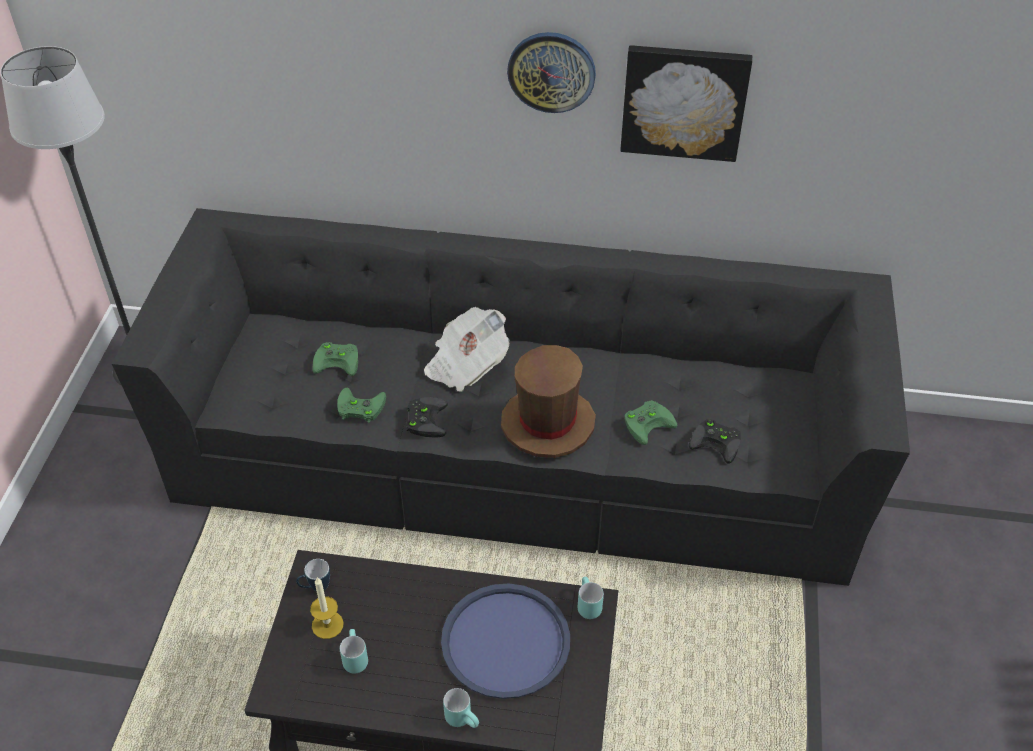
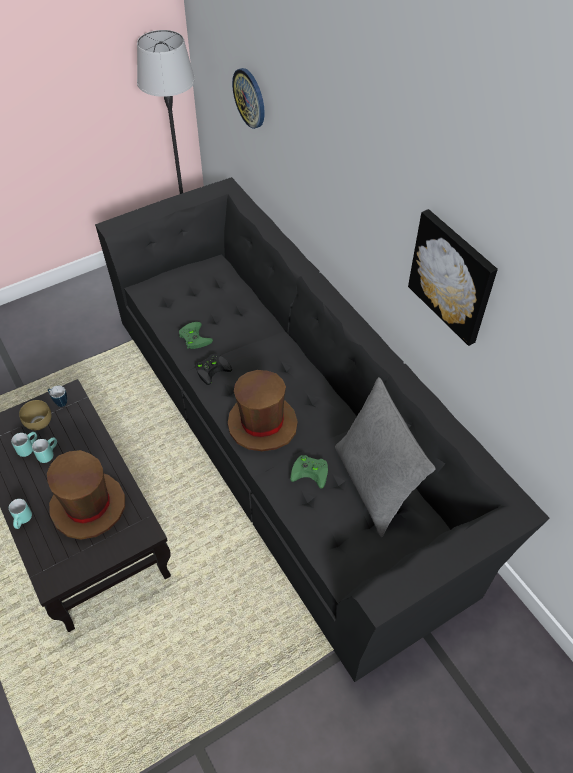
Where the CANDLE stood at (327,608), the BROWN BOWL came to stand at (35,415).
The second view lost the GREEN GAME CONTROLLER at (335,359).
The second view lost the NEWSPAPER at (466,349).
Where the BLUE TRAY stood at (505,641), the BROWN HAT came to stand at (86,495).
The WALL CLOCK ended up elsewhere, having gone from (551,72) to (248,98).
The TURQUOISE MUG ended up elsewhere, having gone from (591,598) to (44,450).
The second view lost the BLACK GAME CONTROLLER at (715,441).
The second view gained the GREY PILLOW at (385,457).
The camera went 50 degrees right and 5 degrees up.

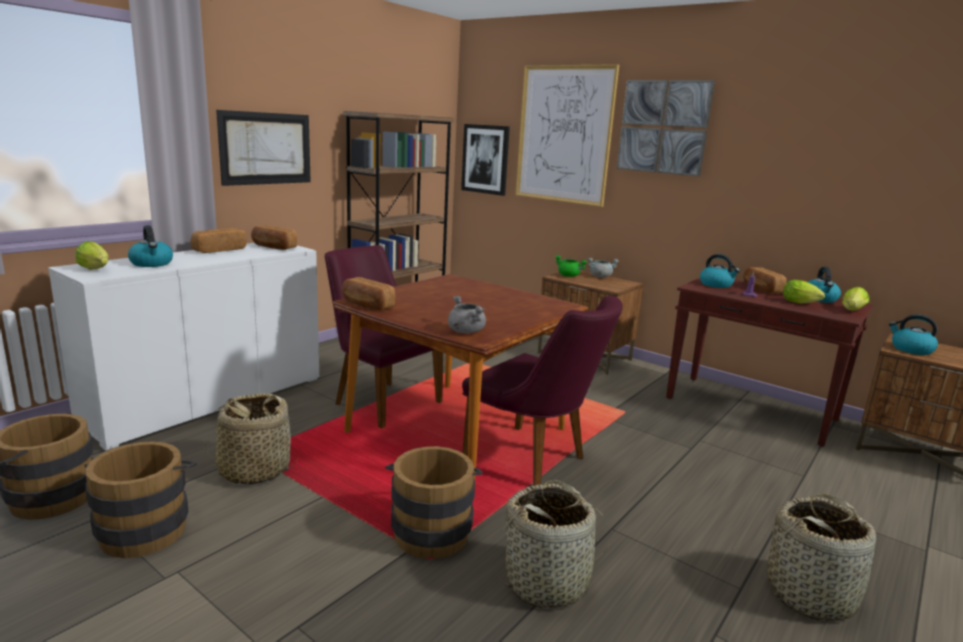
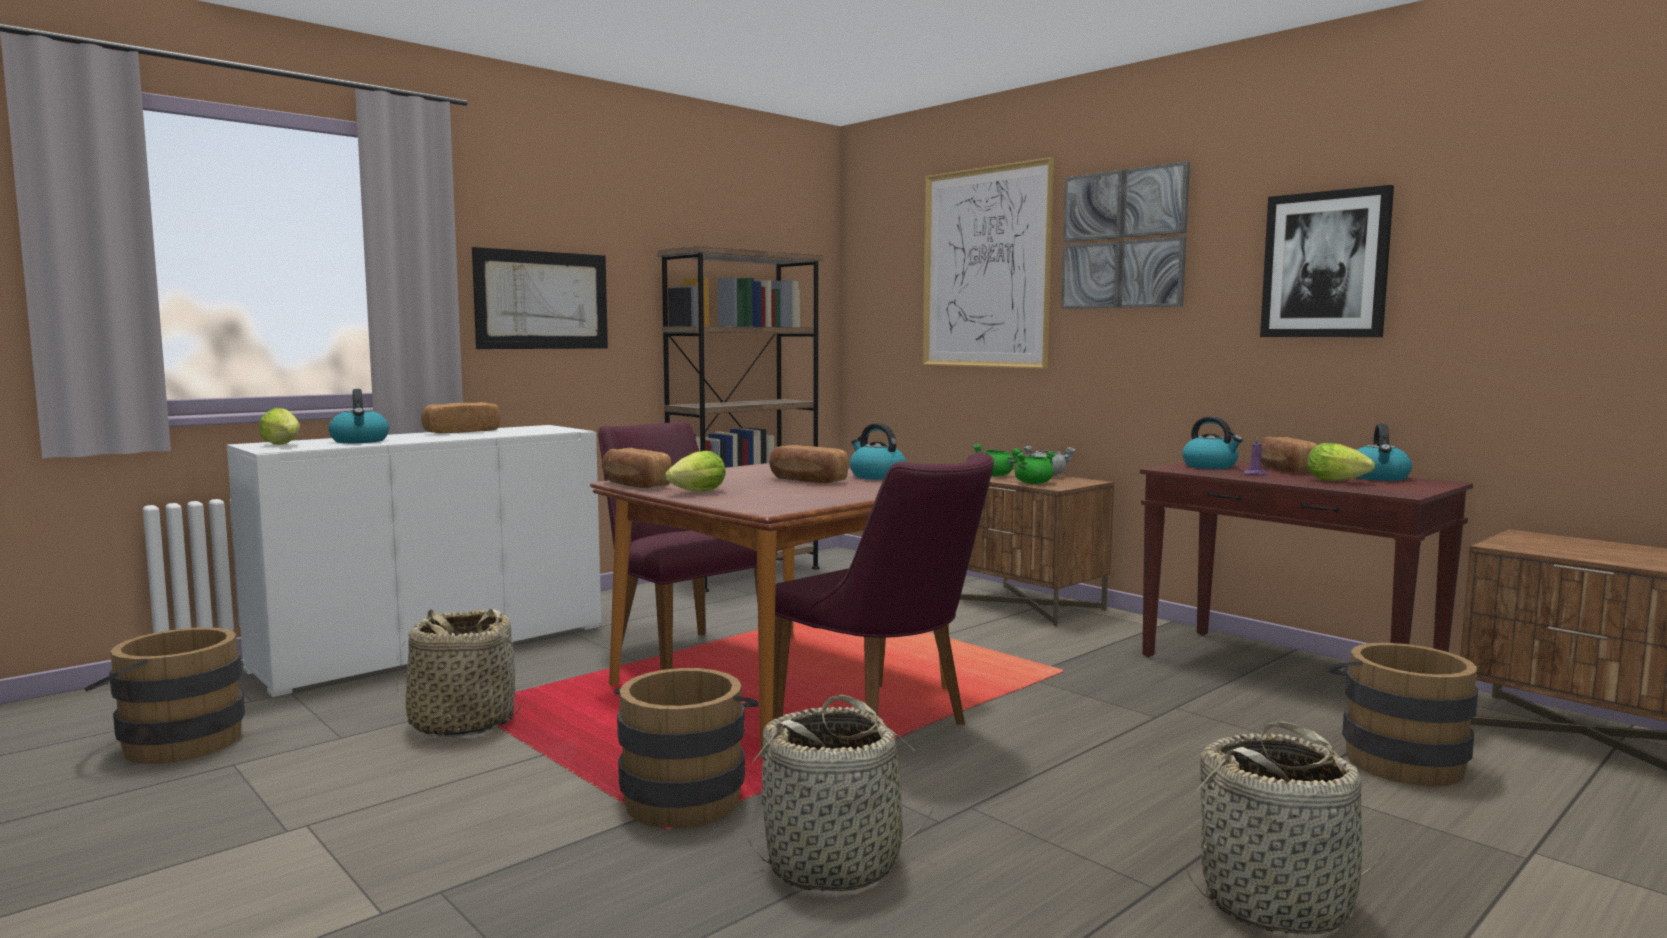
The BROWN BUCKET ended up elsewhere, having gone from (140,499) to (1402,715).
The BREAD ended up elsewhere, having gone from (274,237) to (808,464).
The second view lost the GREY COOKING POT at (467,315).
The PICTURE ended up elsewhere, having gone from (485,160) to (1327,261).
The LETTUCE ended up elsewhere, having gone from (855,299) to (695,471).
The KETTLE ended up elsewhere, having gone from (913,334) to (878,451).
The second view gained the GREEN COOKING POT at (1035,467).
The camera went 10 degrees right and 10 degrees down.

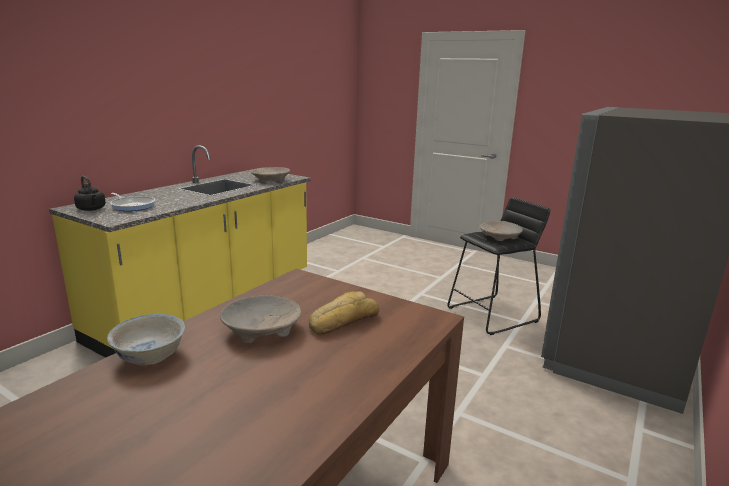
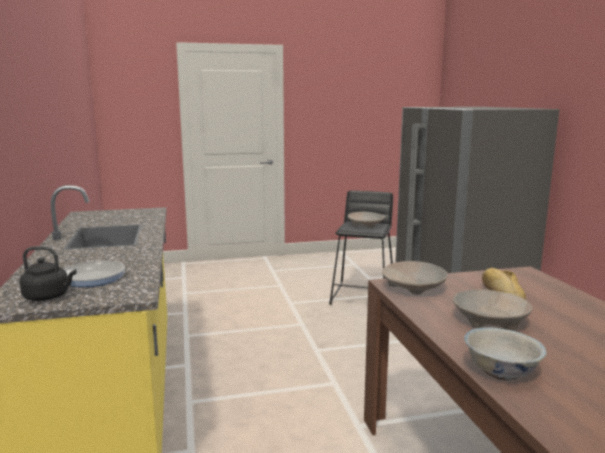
The BEIGE BOWL ended up elsewhere, having gone from (270,174) to (415,278).
The camera went 45 degrees left and 5 degrees down.

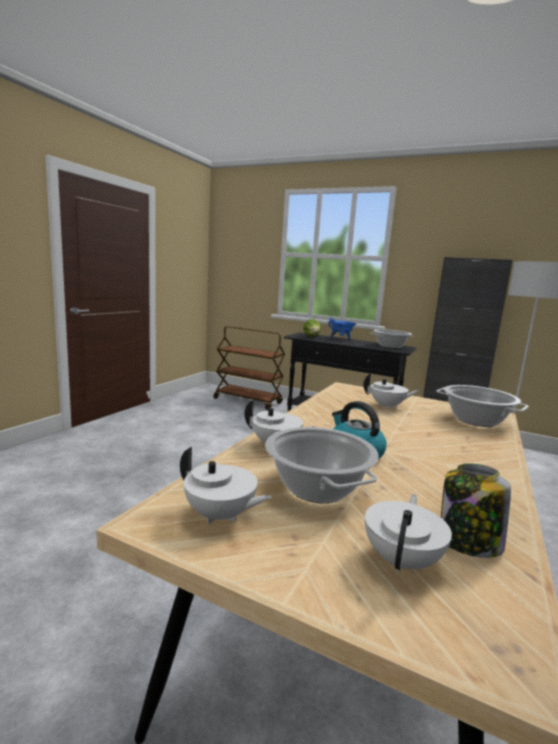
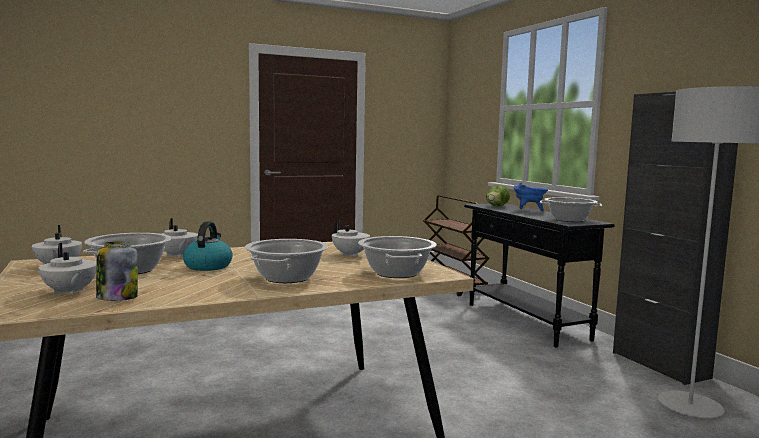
The WHITE TEAPOT at (408,534) ended up facing another way, 75 degrees clockwise from before.
The second view gained the COOKING POT at (286,261).
The camera went 40 degrees right and 5 degrees down.

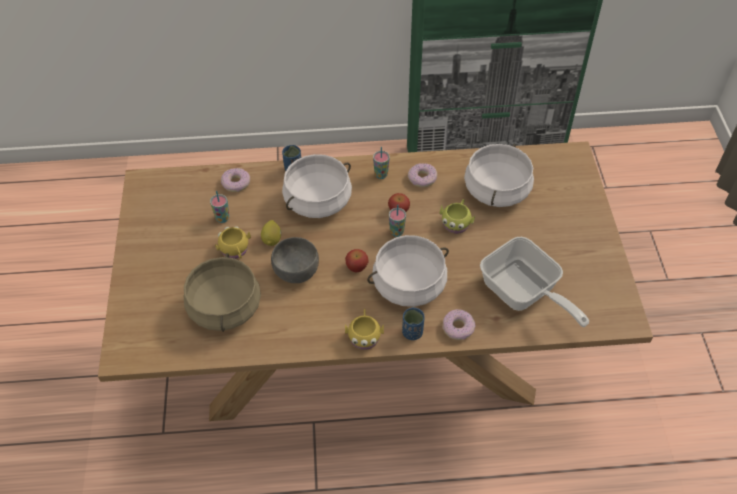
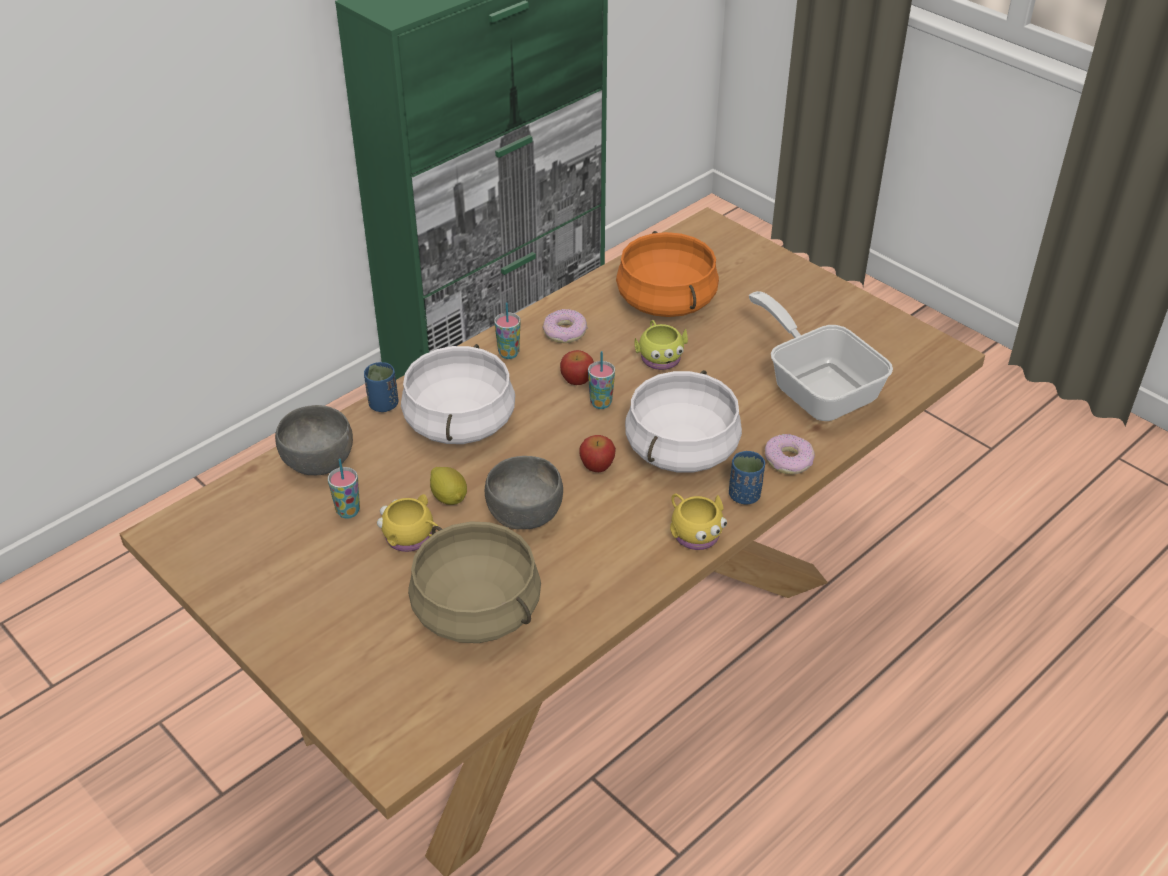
Where the DONUT stood at (235,180), the GREY BOWL came to stand at (314,440).
What was the WHITE COOKING POT at (499,175) turned into the ORANGE COOKING POT at (667,274).
The FRYING PAN at (534,282) ended up facing another way, 135 degrees counterclockwise from before.
The camera went 40 degrees left and 10 degrees down.

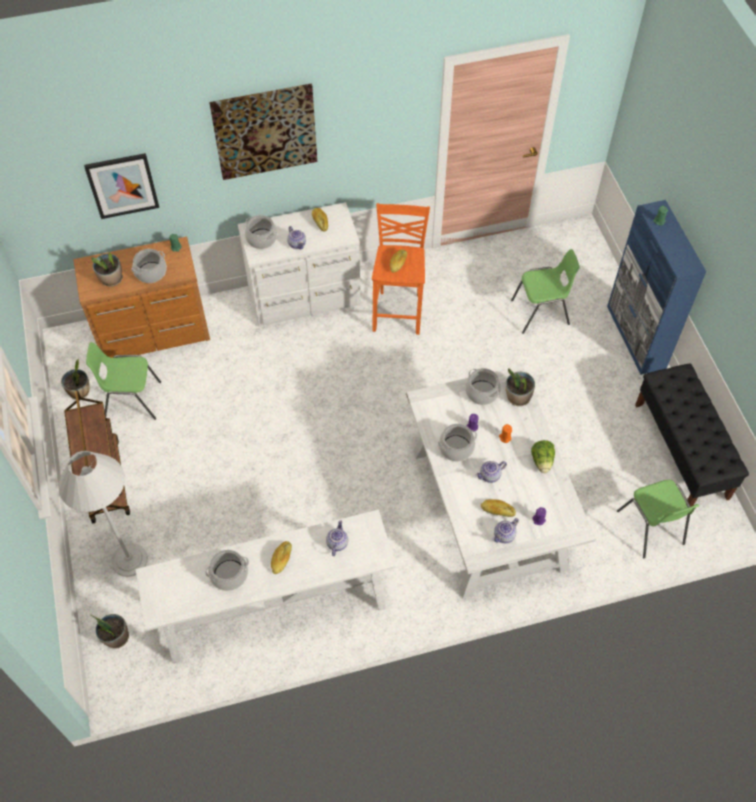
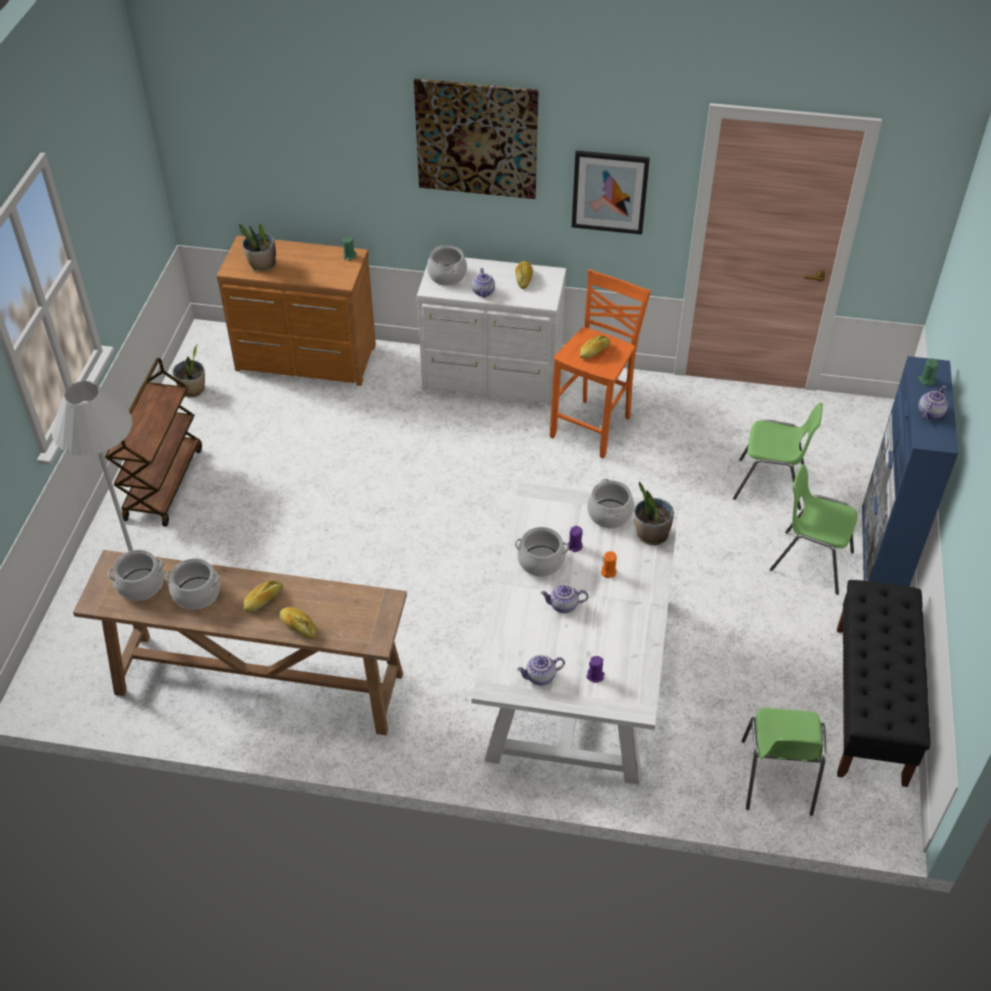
The PICTURE ended up elsewhere, having gone from (121,186) to (611,192).
The GREEN CHAIR ended up elsewhere, having gone from (123,381) to (814,529).
The second view lost the POTTED PLANT at (110,631).
The COOKING POT ended up elsewhere, having gone from (149,266) to (136,575).
What was the WHITE CONSOLE TABLE at (266,587) turned into the BROWN CONSOLE TABLE at (240,642).
The TEAPOT ended up elsewhere, having gone from (337,538) to (933,402).
The BREAD ended up elsewhere, having gone from (498,508) to (298,623).
The second view lost the LETTUCE at (543,456).
The camera went 25 degrees right and 10 degrees down.

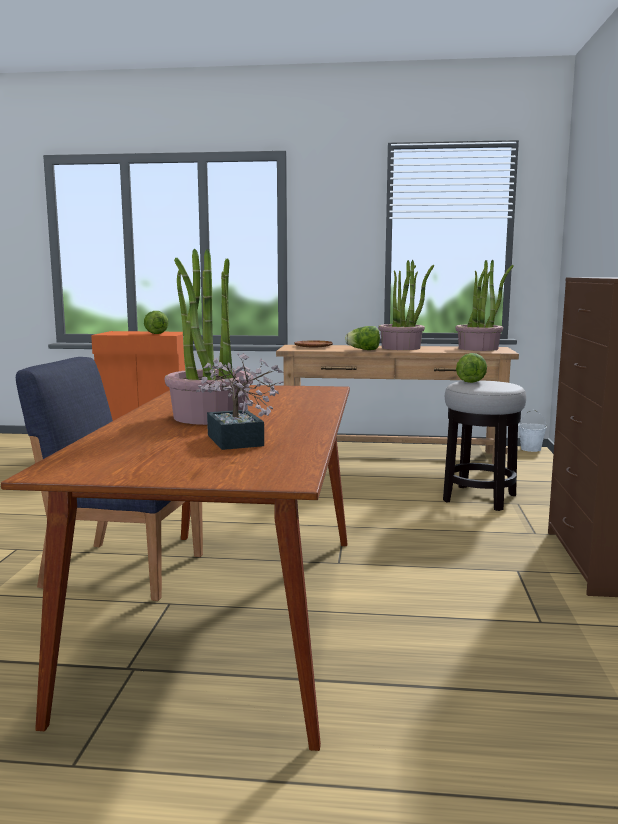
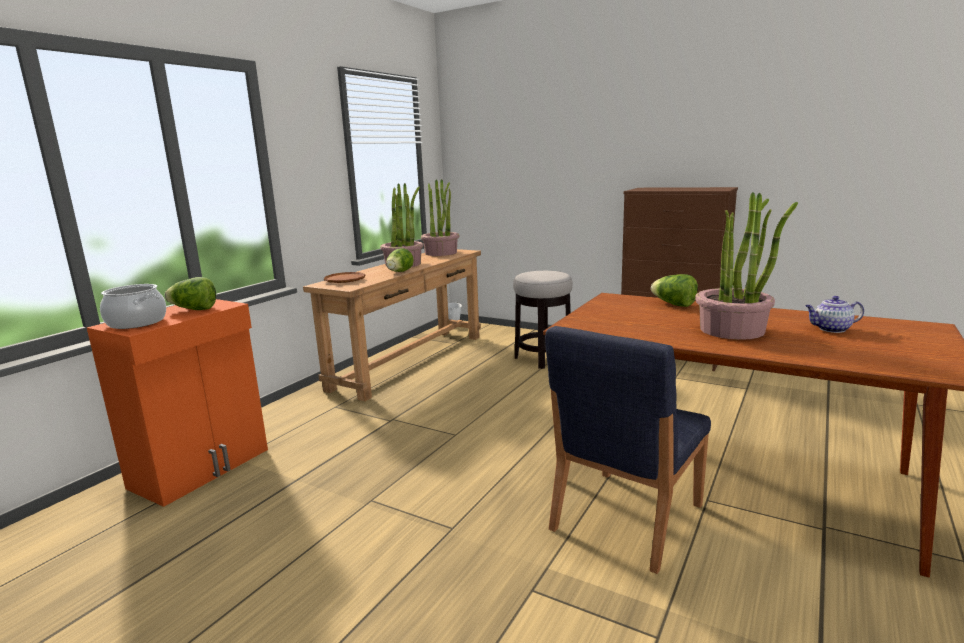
Where the POTTED PLANT stood at (240,401), the TEAPOT came to stand at (834,314).
The LETTUCE ended up elsewhere, having gone from (471,368) to (674,290).
The second view gained the COOKING POT at (133,306).
The camera went 65 degrees left and 5 degrees up.

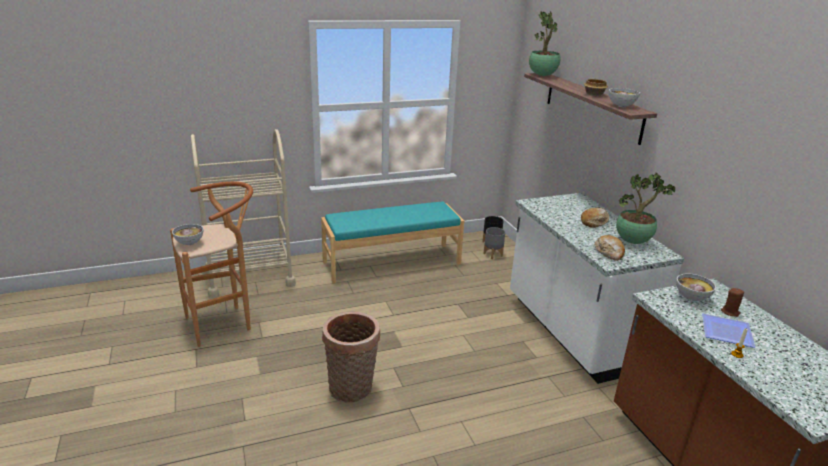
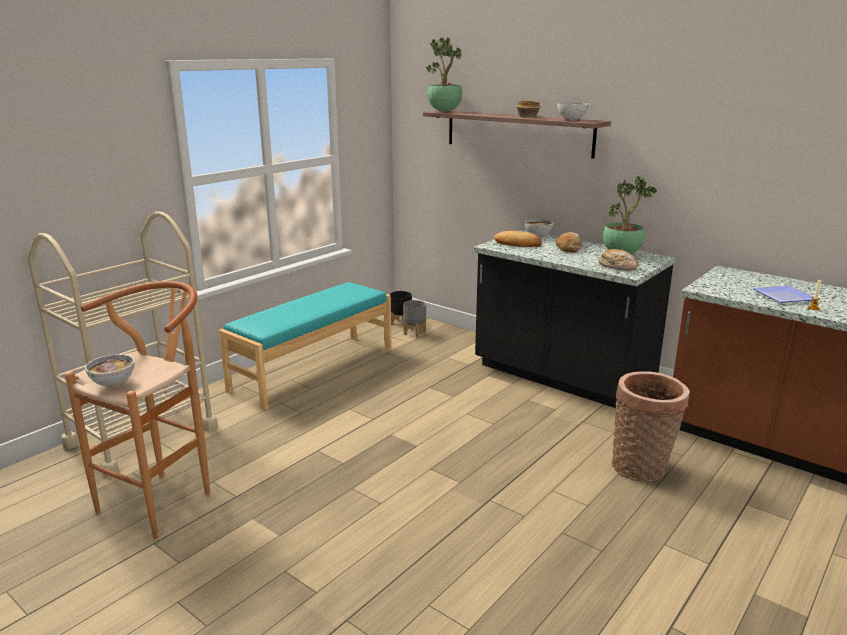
The BASKET ended up elsewhere, having gone from (351,357) to (650,426).
What was the WHITE COUNTER at (597,288) turned into the BLACK COUNTER at (575,319).
The BOWL ended up elsewhere, having gone from (696,287) to (539,228).
The second view lost the BROWN CANDLE at (732,302).
The second view gained the BREAD at (518,239).
The camera went 30 degrees left and 5 degrees down.

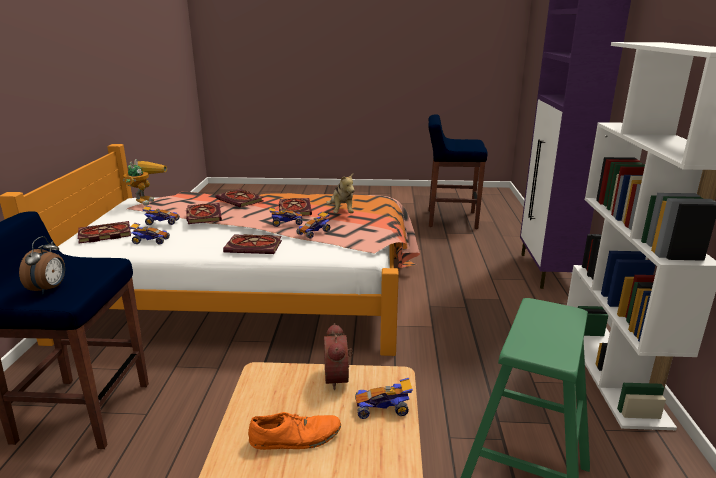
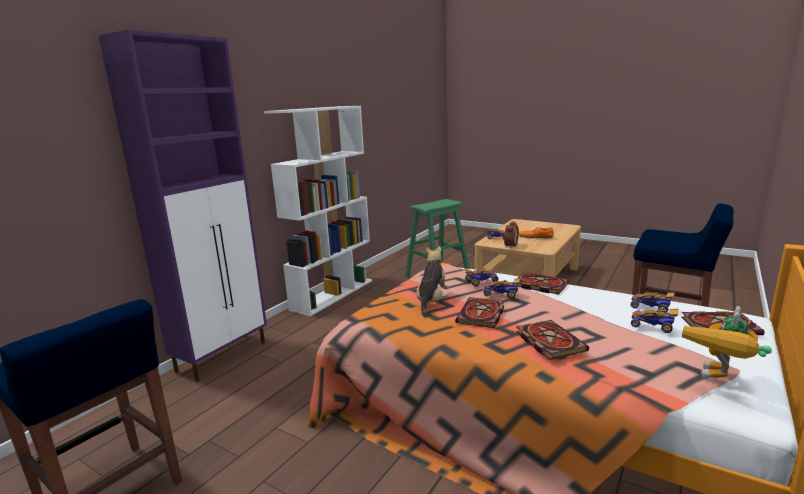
The second view lost the ALARM CLOCK at (42,265).
The second view lost the BOOK at (204,213).
The camera went 150 degrees left and 5 degrees down.

